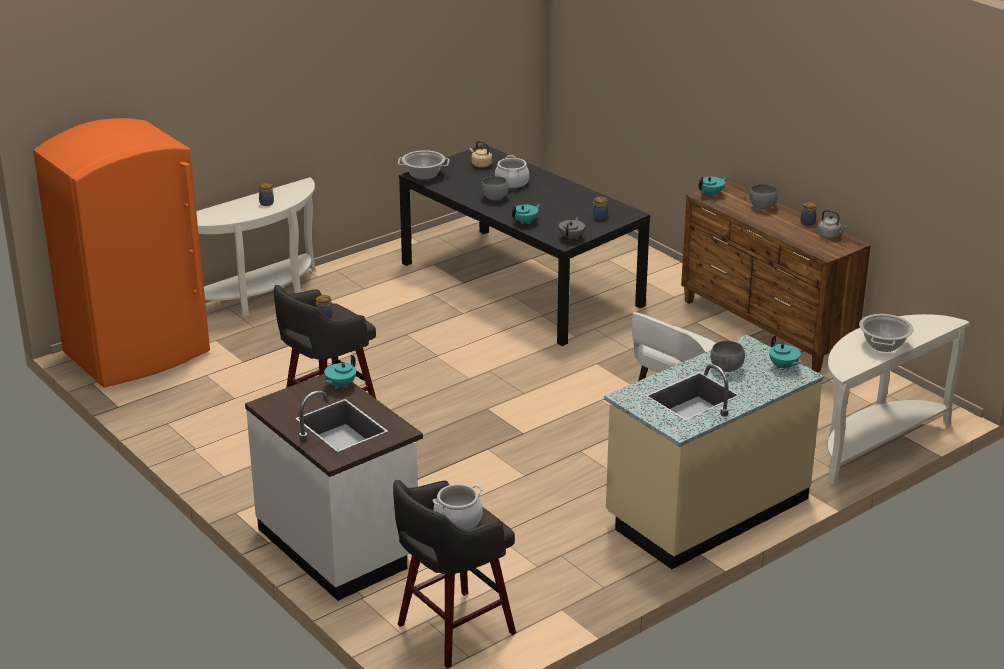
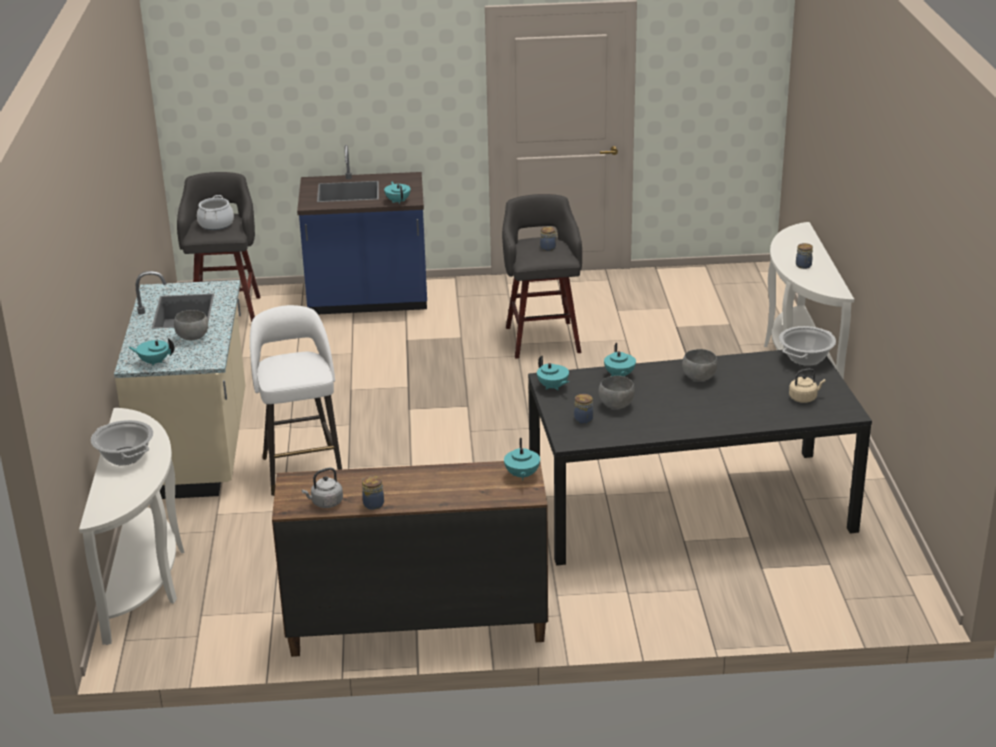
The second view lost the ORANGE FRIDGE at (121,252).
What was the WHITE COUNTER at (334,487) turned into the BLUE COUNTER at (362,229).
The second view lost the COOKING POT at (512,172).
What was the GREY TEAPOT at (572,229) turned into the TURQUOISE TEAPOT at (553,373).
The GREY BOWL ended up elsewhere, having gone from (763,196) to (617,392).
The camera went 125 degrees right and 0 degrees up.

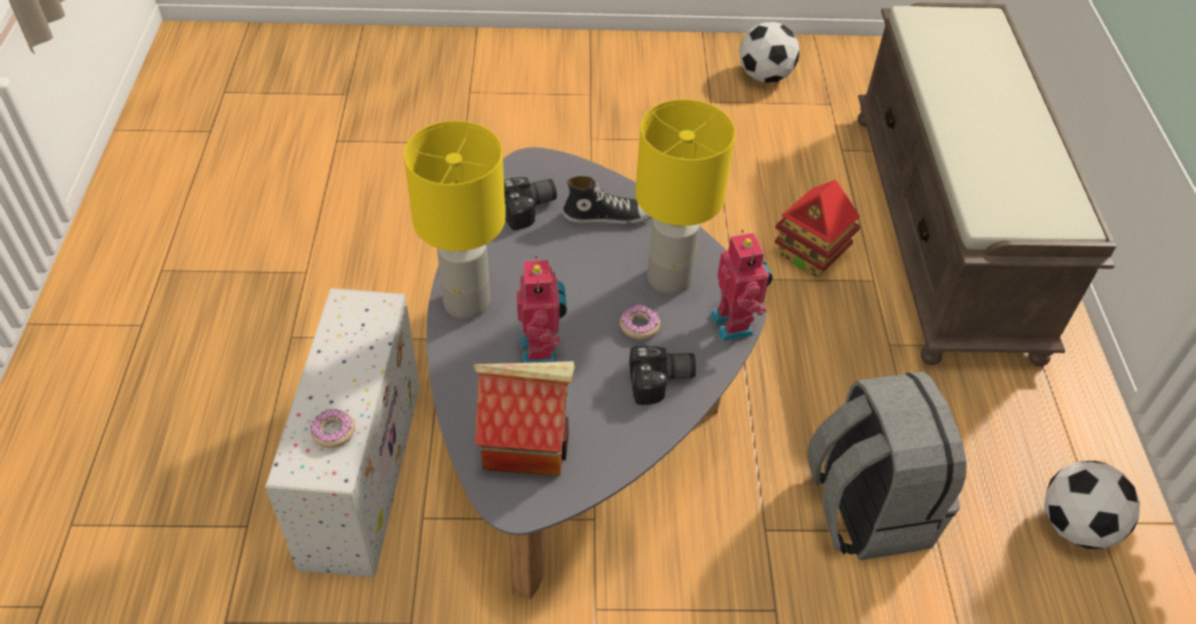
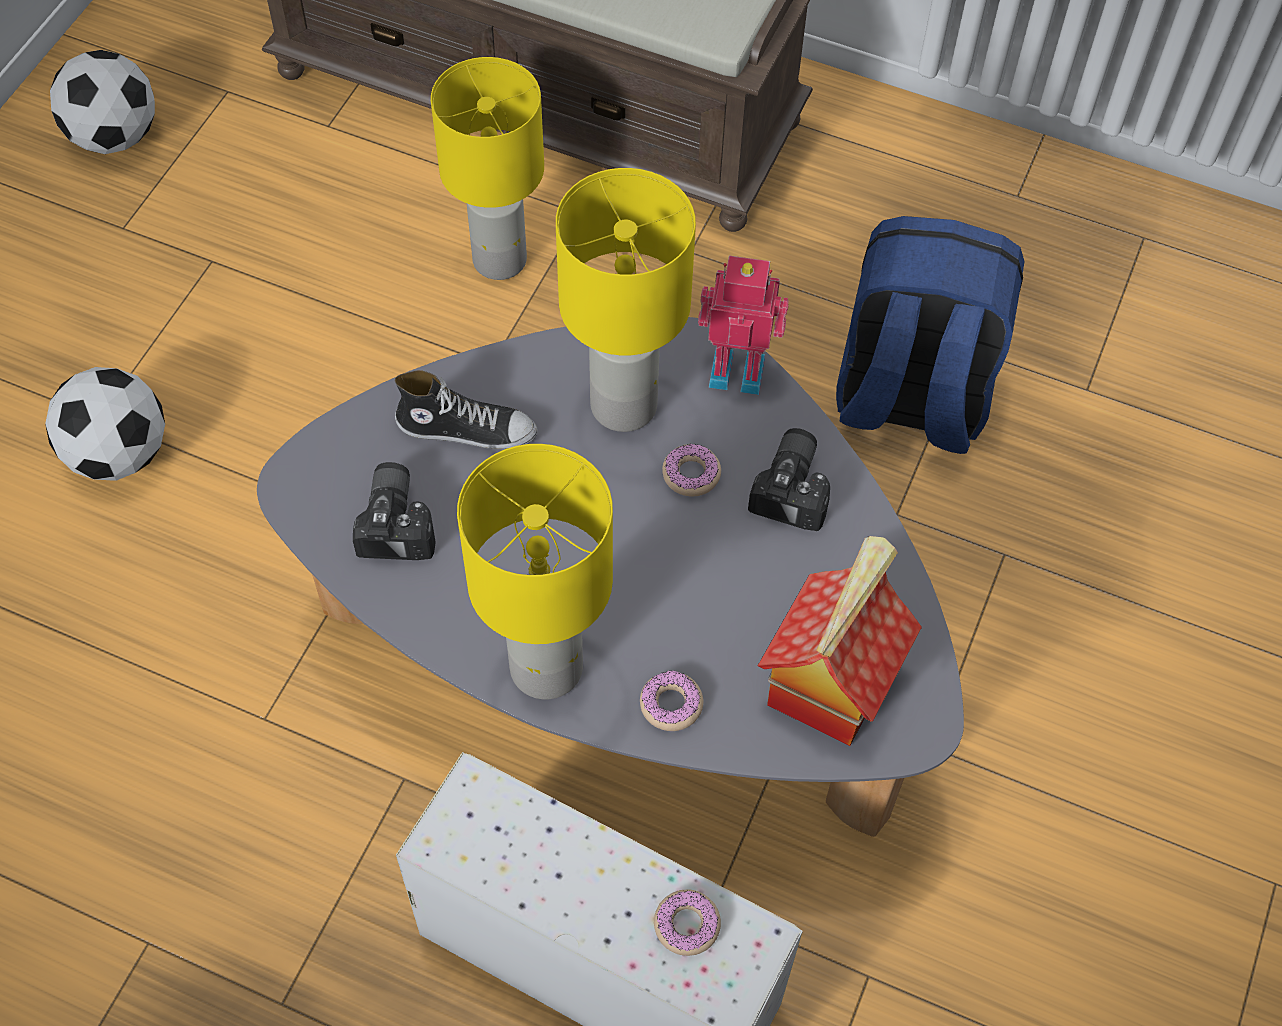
The second view lost the TOY ROBOT at (542,309).
The SHOE at (606,200) ended up facing another way, 75 degrees clockwise from before.
Where the TOY HOUSE stood at (817,228), the YELLOW TABLE LAMP came to stand at (487,168).
What was the GREY BACKPACK at (887,466) turned into the BLUE BACKPACK at (930,335).
The FOOTBALL ended up elsewhere, having gone from (1092,505) to (105,424).
The second view gained the DONUT at (672,701).
The camera went 65 degrees left and 10 degrees up.

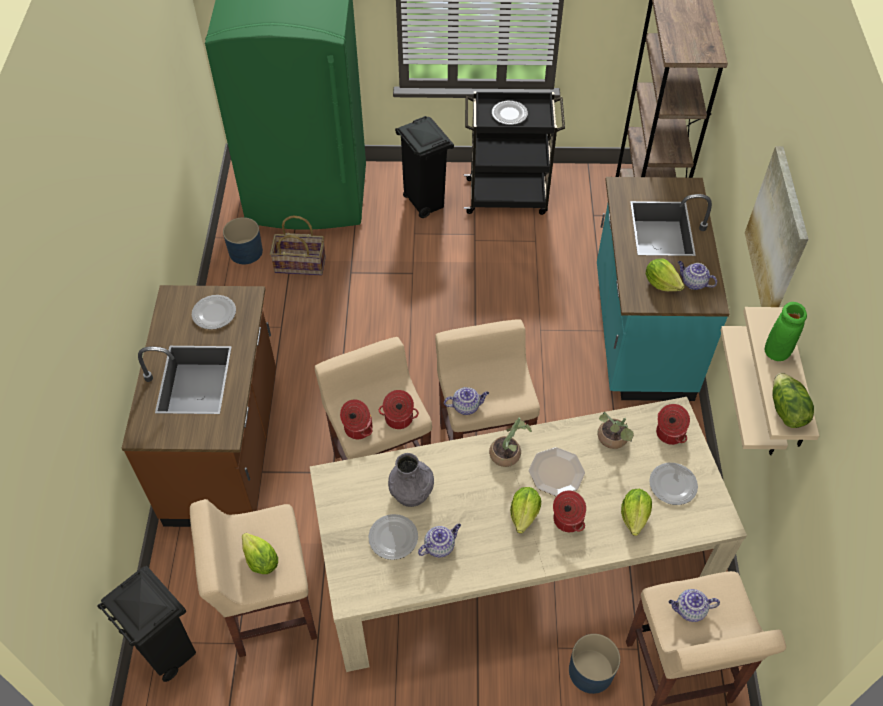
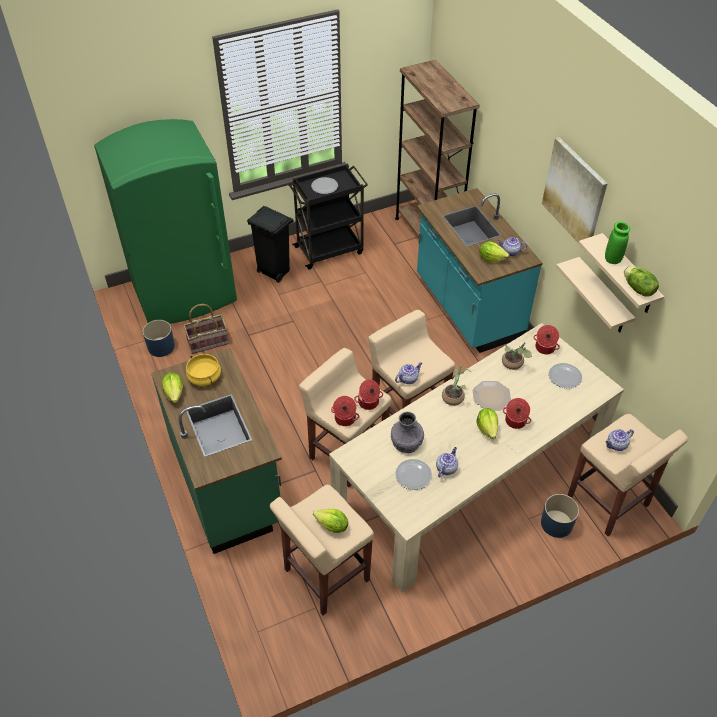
The second view lost the BLACK TRASH CAN at (147,624).
What was the BROWN COUNTER at (199,406) turned into the GREEN COUNTER at (216,451).
Where the PLATE stood at (214,312), the YELLOW COOKING POT came to stand at (203,370).
The LETTUCE ended up elsewhere, having gone from (636,512) to (172,388).
The camera went 25 degrees left and 5 degrees down.

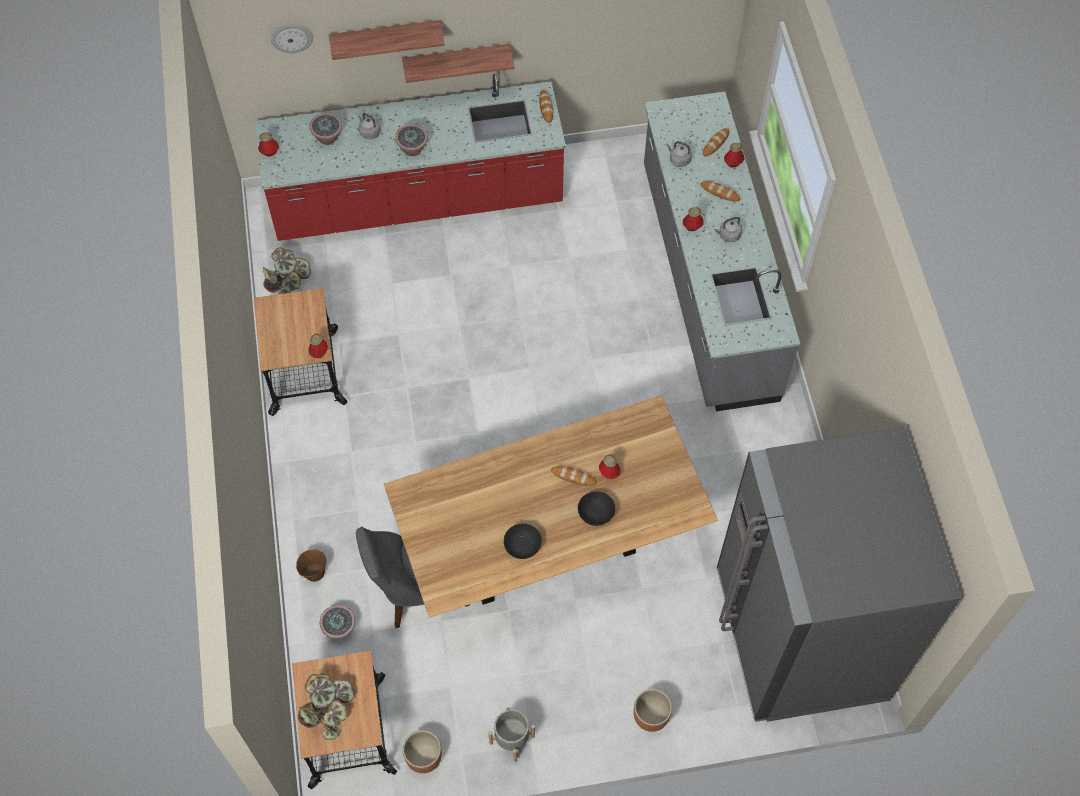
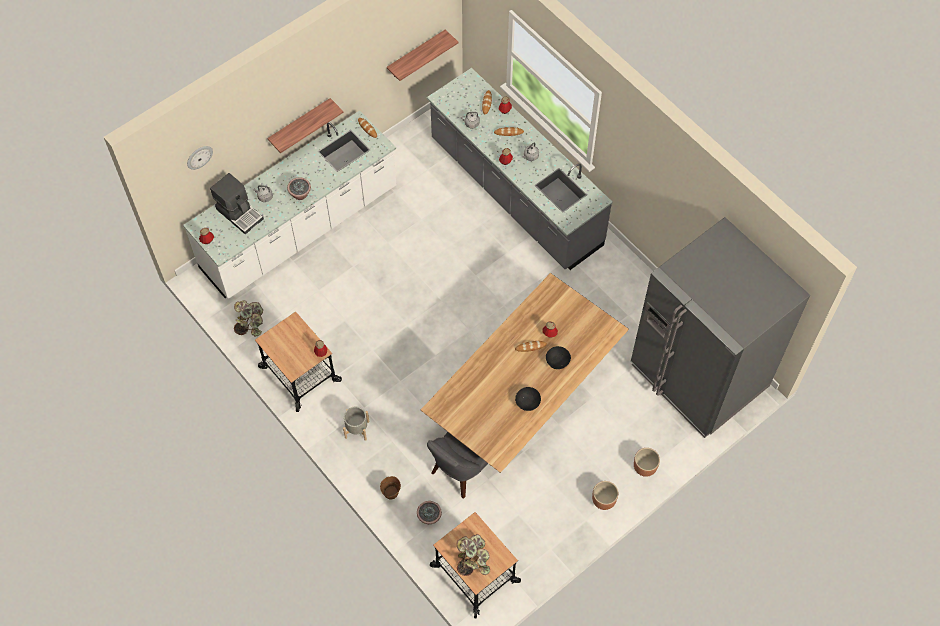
What was the RED COUNTER at (410,157) turned into the WHITE COUNTER at (289,204).
Where the POTTED PLANT stood at (325,129), the COFFEE MACHINE came to stand at (237,203).
The SHELF ended up elsewhere, having gone from (387,40) to (422,55).
The BROWN PLANTER ended up elsewhere, having gone from (422,751) to (605,495).
The GREY PLANTER ended up elsewhere, having gone from (511,734) to (356,424).
The camera went 30 degrees left and 0 degrees up.

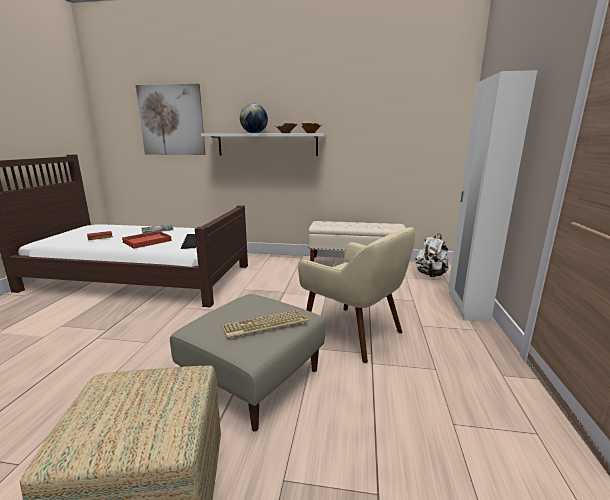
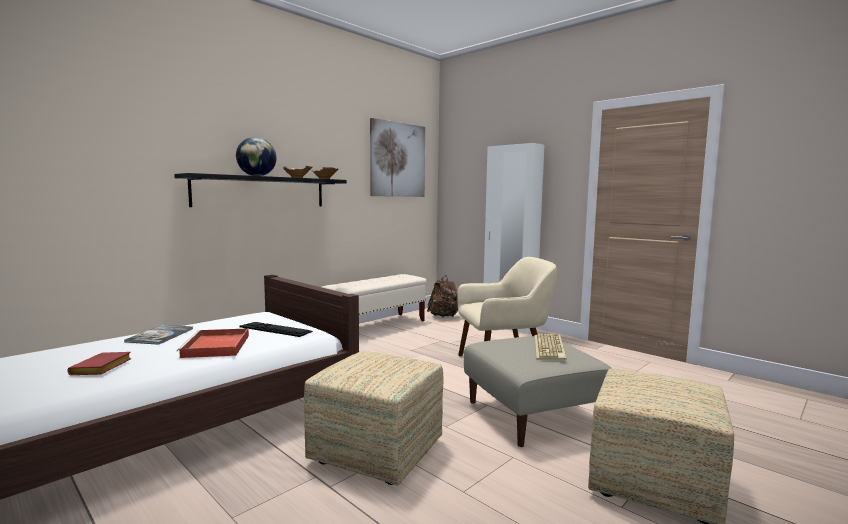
The PICTURE ended up elsewhere, having gone from (171,119) to (397,157).
What was the WHITE SHELF at (263,144) turned into the BLACK SHELF at (260,190).
What was the WHITE BACKPACK at (432,255) turned into the BROWN BACKPACK at (442,296).
The second view gained the OTTOMAN at (374,418).
The camera went 55 degrees left and 10 degrees down.

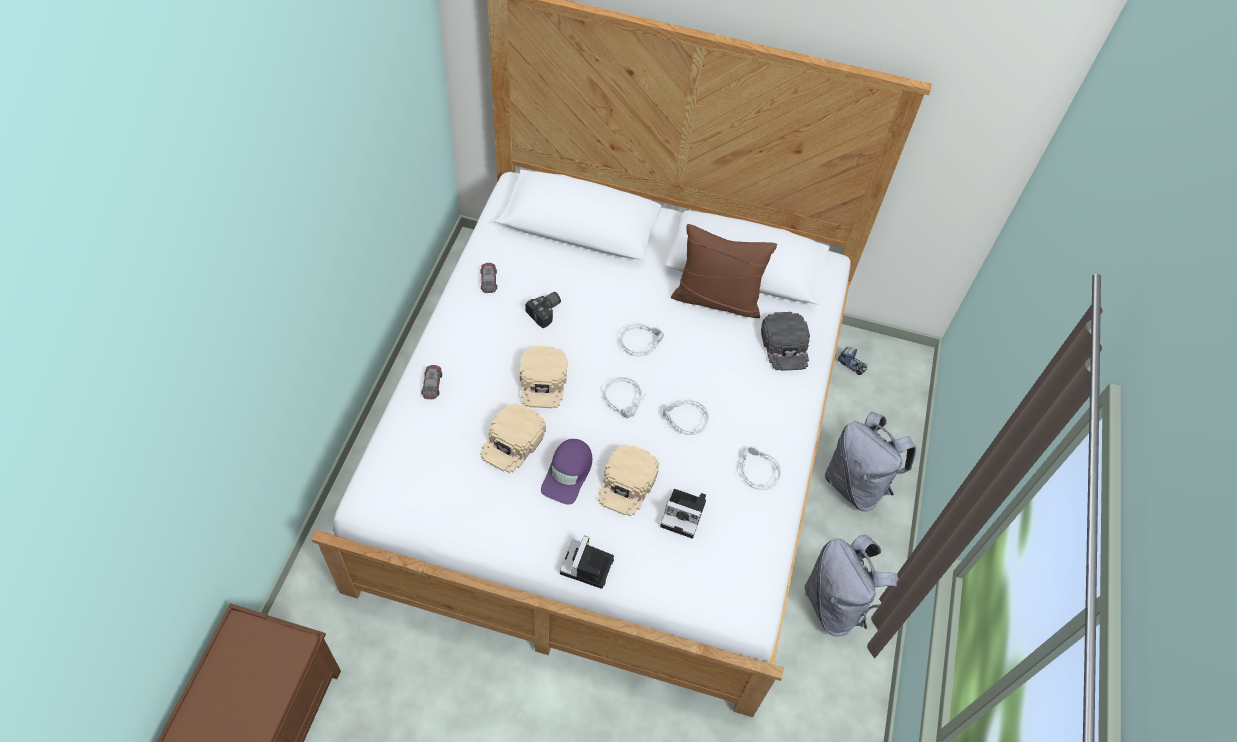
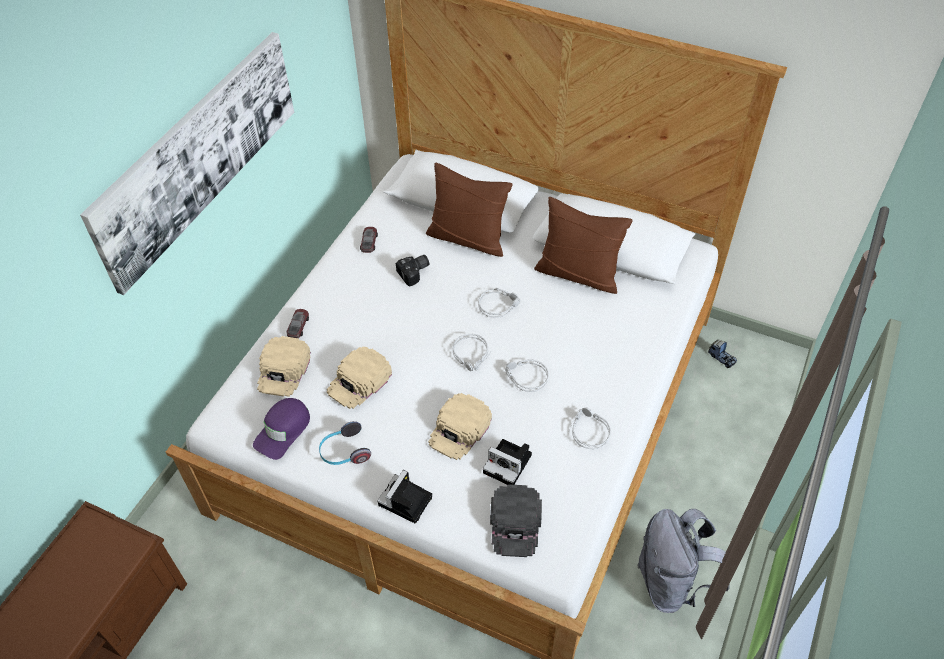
The BEIGE CAP ended up elsewhere, having gone from (543,377) to (284,366).
The PURPLE CAP ended up elsewhere, having gone from (566,472) to (281,429).
The BLACK CAP ended up elsewhere, having gone from (785,341) to (516,520).
The second view lost the GREY BACKPACK at (870,462).
The second view gained the PICTURE at (187,163).
The second view gained the HEADPHONES at (345,443).
The second view gained the BROWN PILLOW at (469,210).
The camera went 15 degrees right and 5 degrees down.

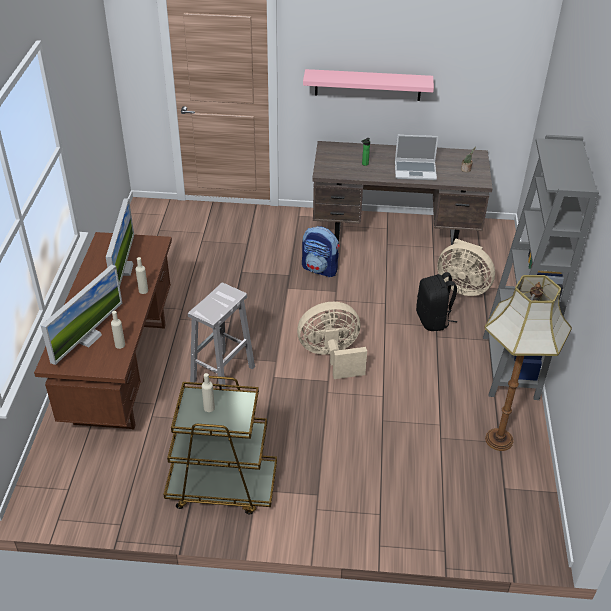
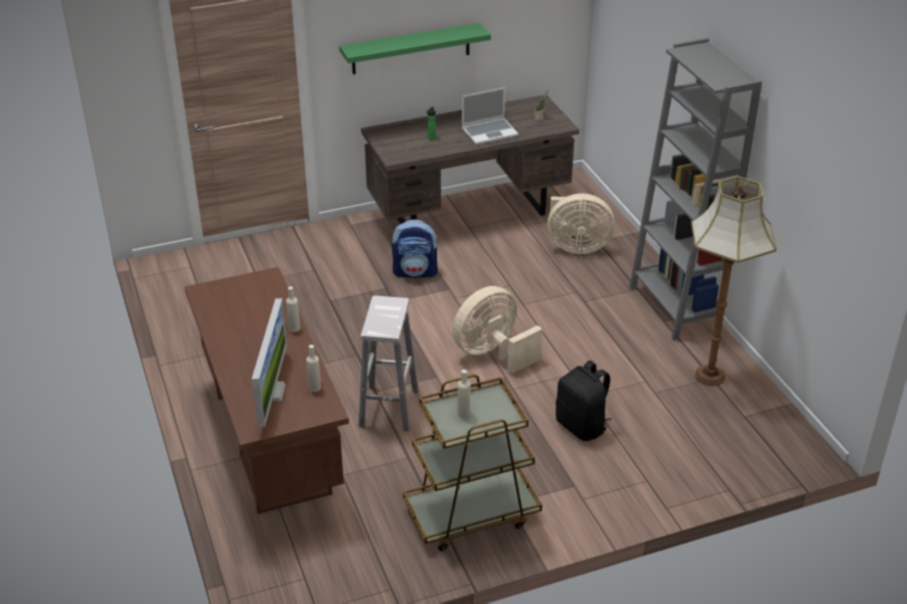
The second view lost the MONITOR at (120,242).
What was the PINK SHELF at (368,85) turned into the GREEN SHELF at (415,48).
The BLACK BACKPACK ended up elsewhere, having gone from (436,301) to (584,400).
The camera went 25 degrees left and 5 degrees down.

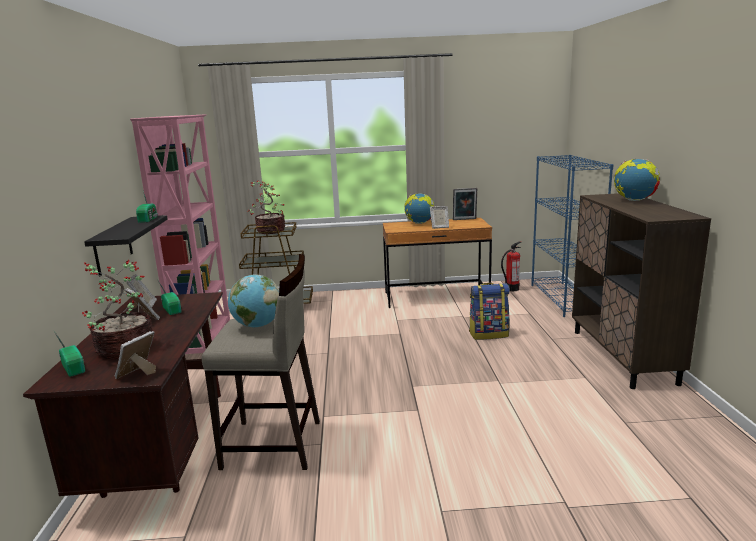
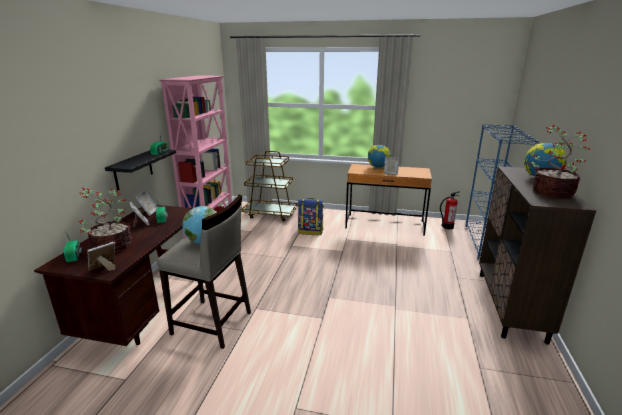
The POTTED PLANT ended up elsewhere, having gone from (266,207) to (559,161).
The second view lost the PICTURE FRAME at (465,204).
The BACKPACK ended up elsewhere, having gone from (489,311) to (311,216).
The camera went 15 degrees right and 5 degrees up.

